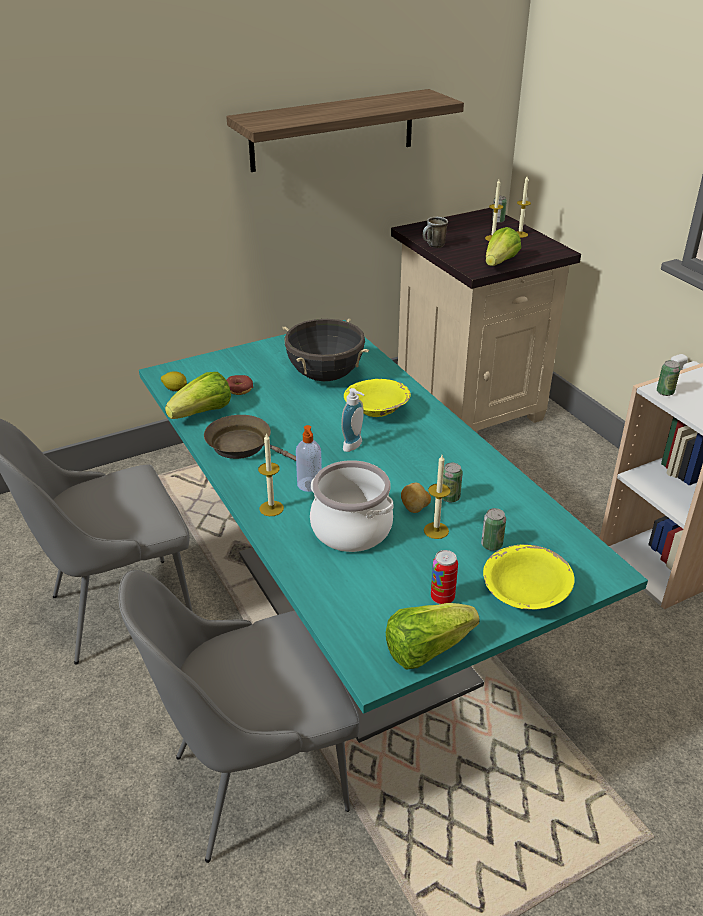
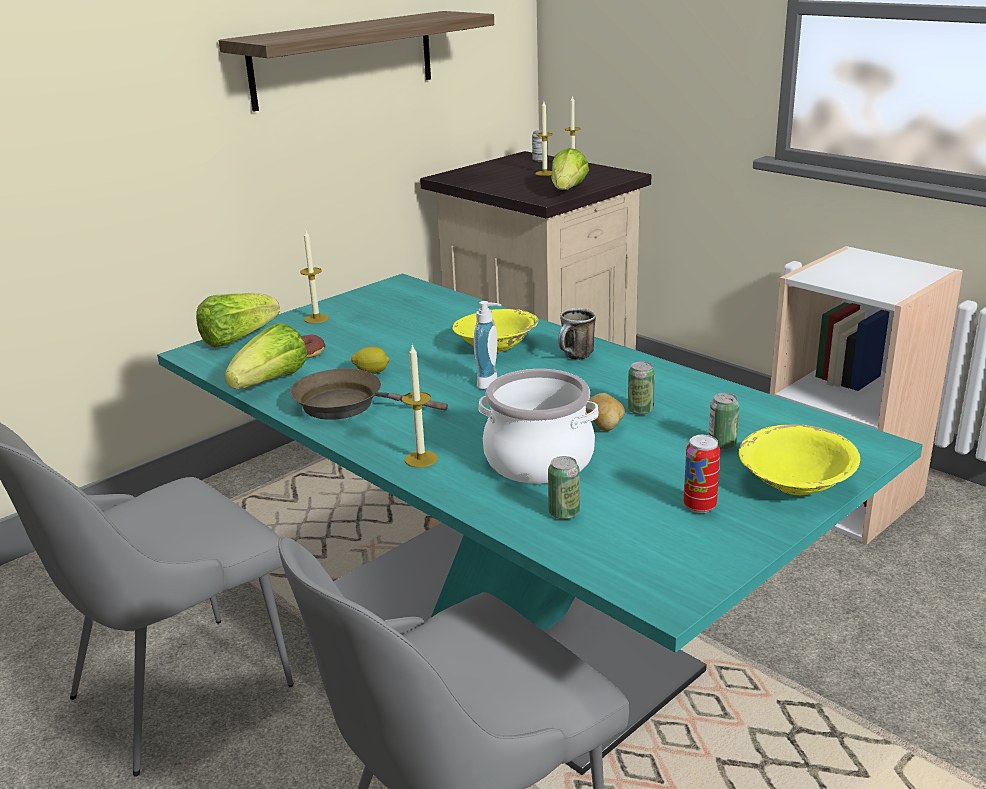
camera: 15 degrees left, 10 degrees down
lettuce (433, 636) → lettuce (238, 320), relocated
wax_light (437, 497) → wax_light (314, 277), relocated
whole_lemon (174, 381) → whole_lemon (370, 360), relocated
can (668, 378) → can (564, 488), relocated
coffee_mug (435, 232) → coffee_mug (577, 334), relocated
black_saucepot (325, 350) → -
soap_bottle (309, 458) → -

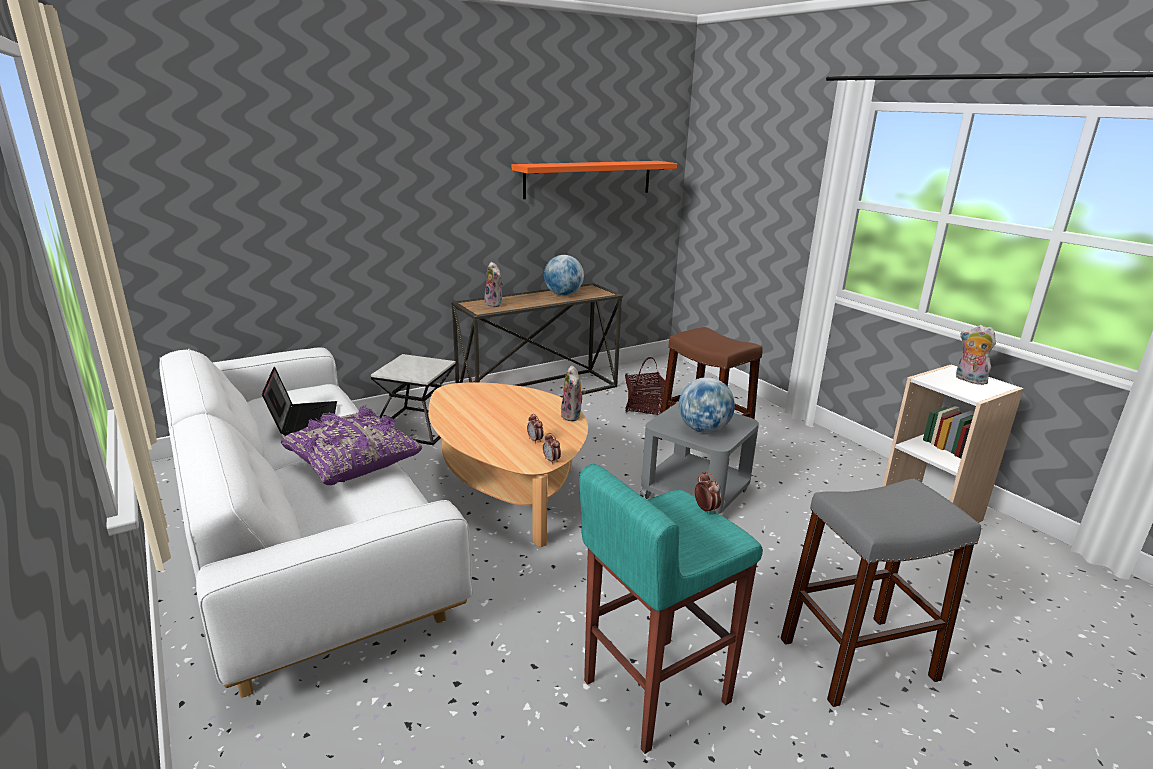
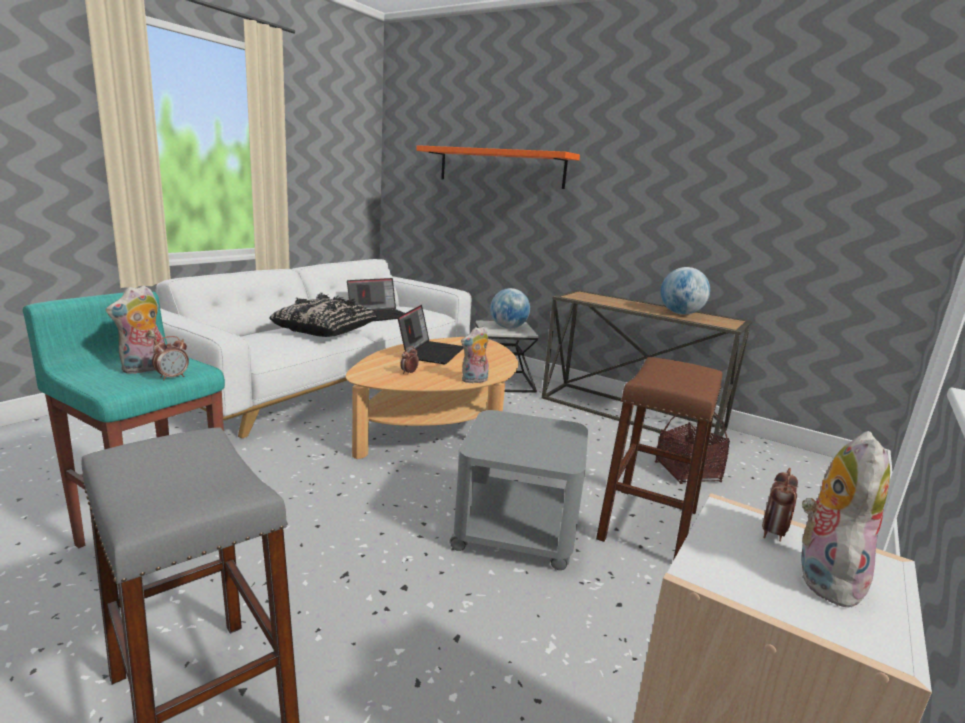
camera: 65 degrees right, 5 degrees down
cuddly_toy (494, 284) → cuddly_toy (136, 329), relocated
purplish_pillow (351, 445) → black_pillow (323, 314)
- → notebook_computer (430, 334)
orange-coloured_bracket_shelf (594, 180) → orange-coloured_bracket_shelf (498, 167), relocated
globe (707, 405) → globe (510, 308), relocated
alarm_clock (552, 448) → alarm_clock (780, 505), relocated

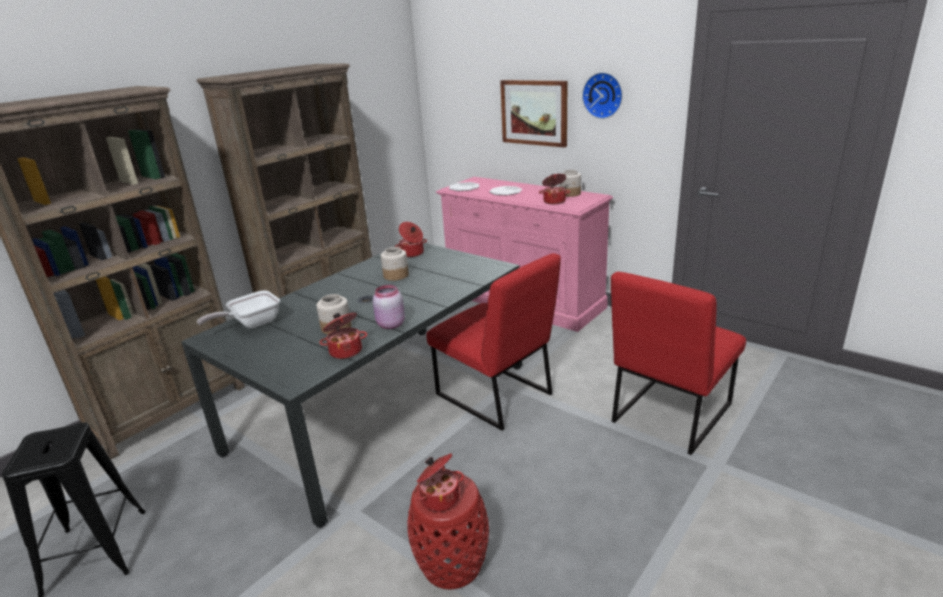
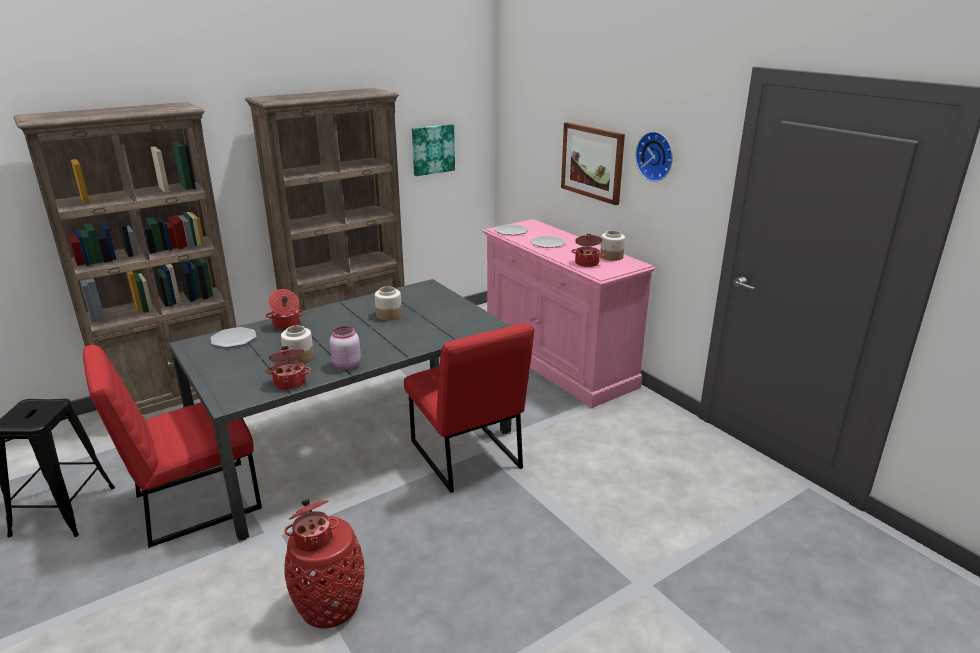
camera: 15 degrees right, 0 degrees up
red-coloured_plain_chair (678, 363) → red-coloured_plain_chair (172, 446), relocated
pan (238, 309) → dinner_plate (233, 337)
saucepot (411, 239) → saucepot (285, 309), relocated
- → wall_art (433, 150)

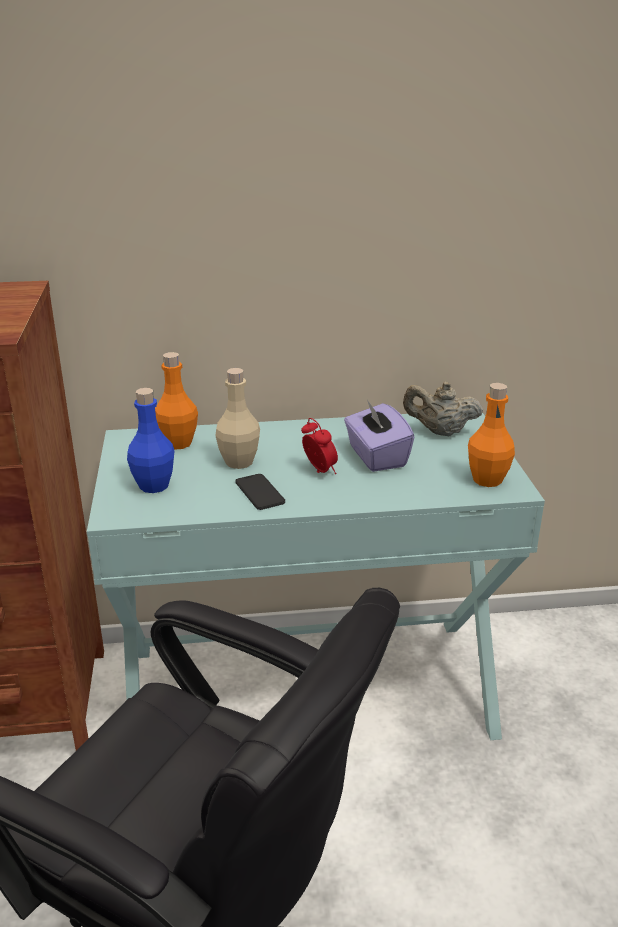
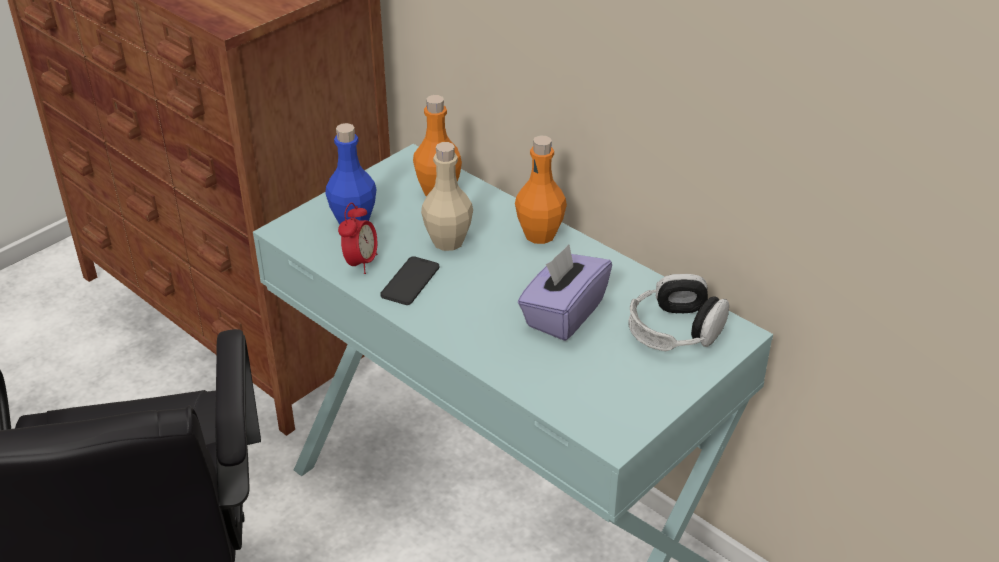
camera: 50 degrees right, 10 degrees up
alarm_clock (319, 446) → alarm_clock (357, 238), relocated
orange-coloured_drink_bottle (491, 435) → orange-coloured_drink_bottle (541, 190), relocated
beige-coloured_teapot (443, 408) → pair_of_headphones (679, 312)

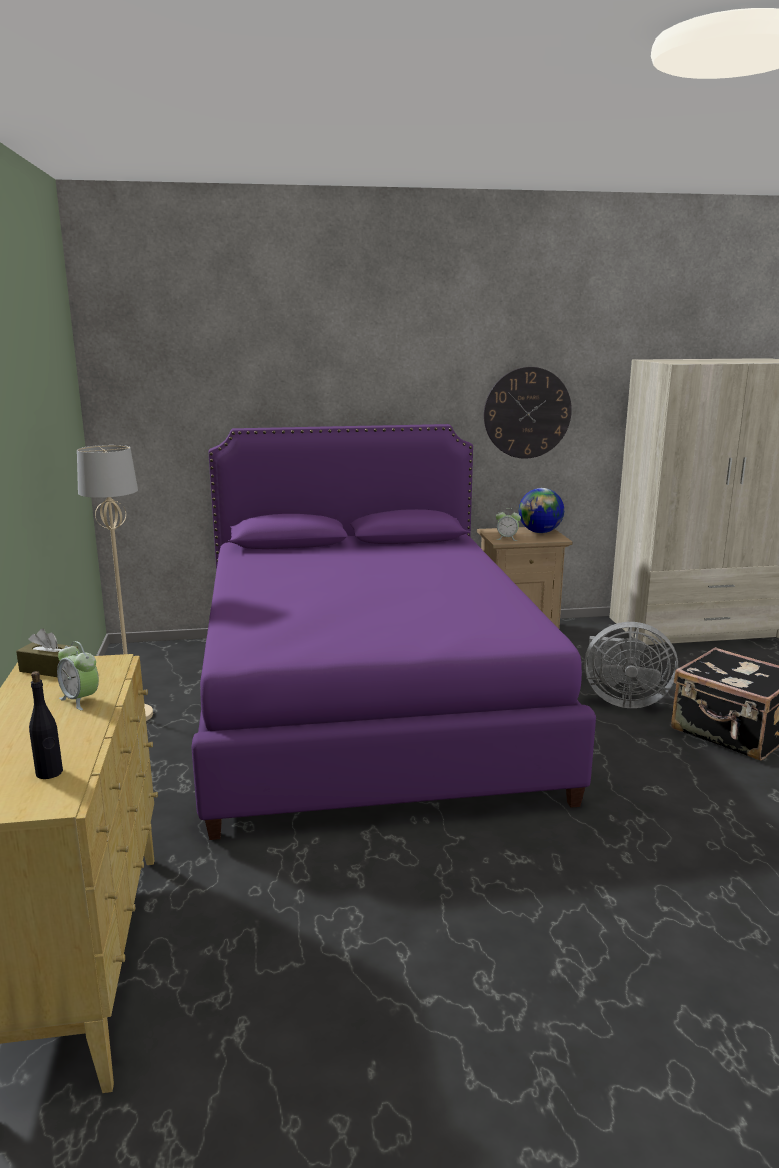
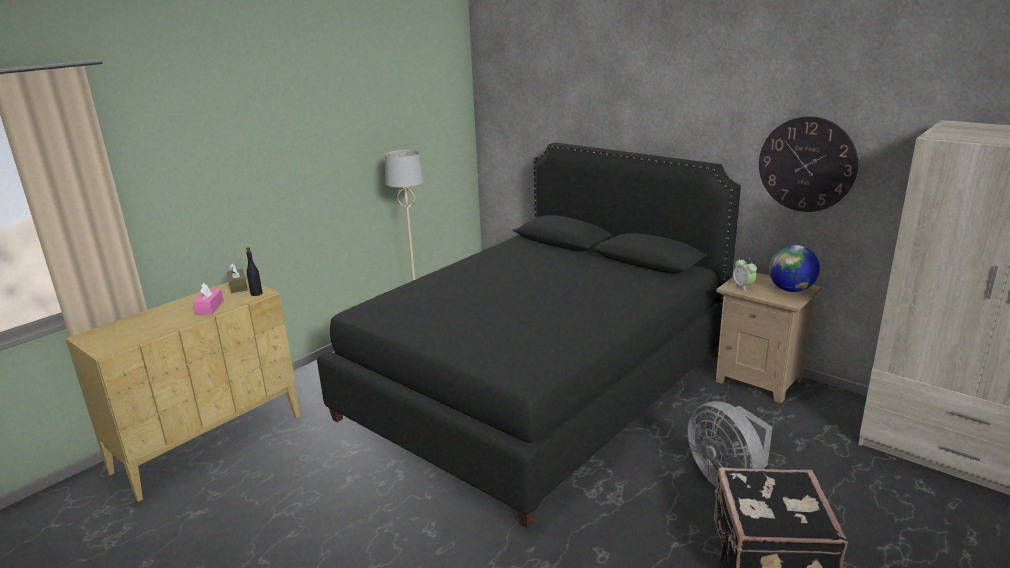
camera: 50 degrees right, 5 degrees up
alarm_clock (78, 675) → pinkish_tissue_holder (208, 299)
black_drink_bottle (46, 725) → black_drink_bottle (254, 271), relocated
purplish_bed (393, 632) → black_bed (529, 335)

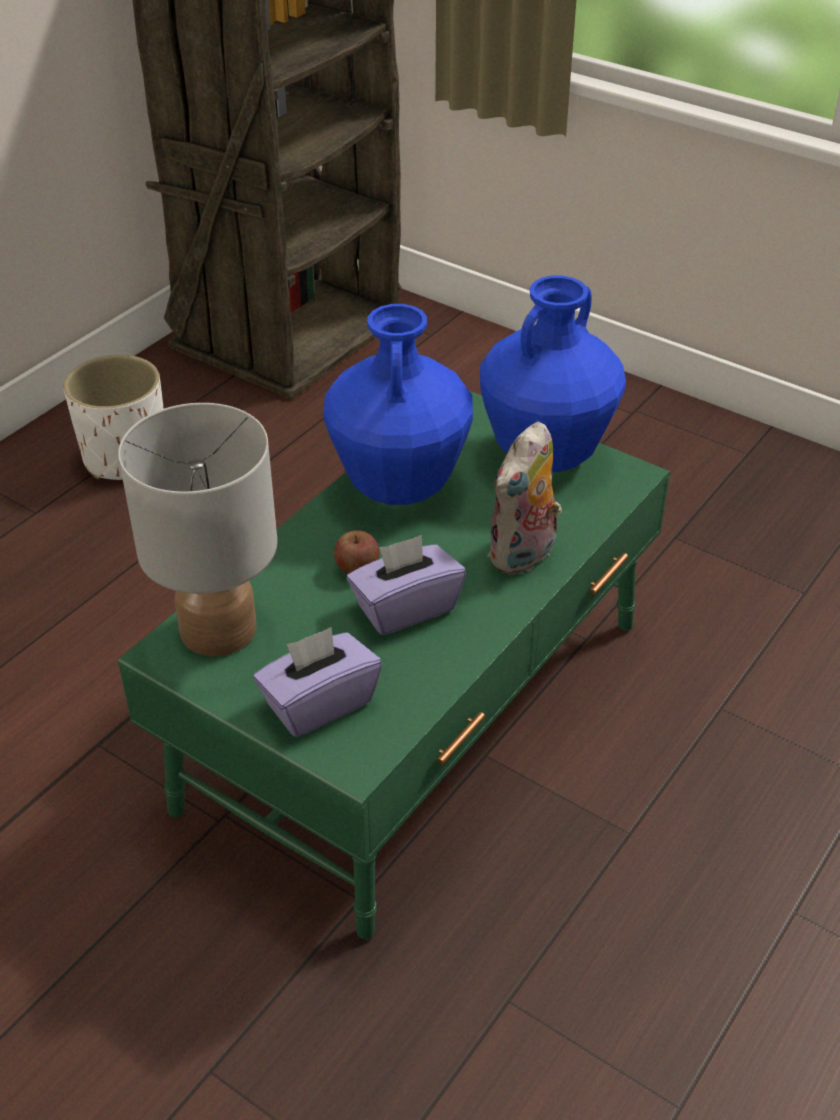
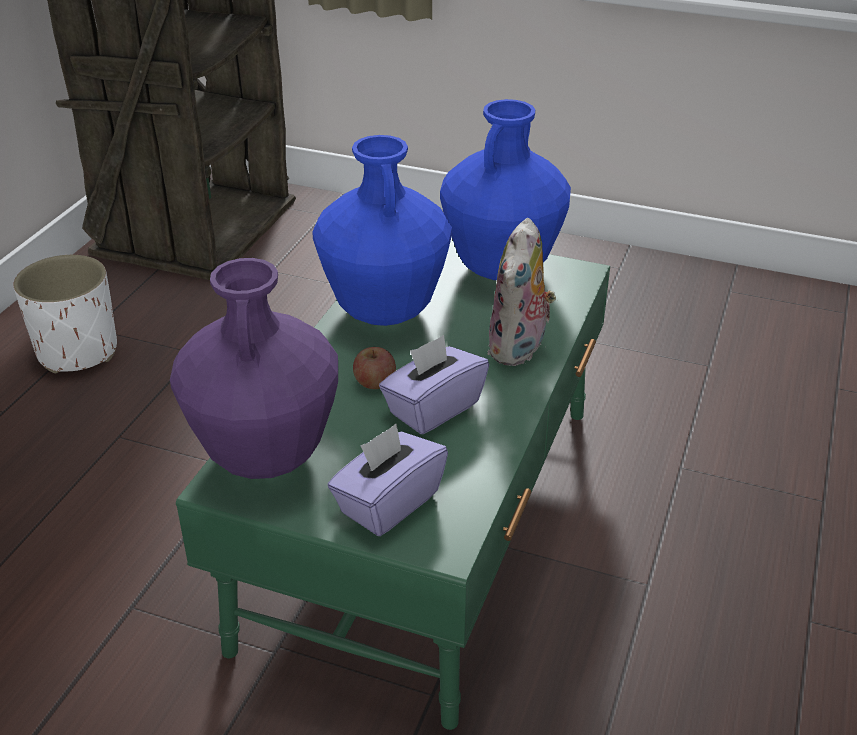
camera: 15 degrees left, 5 degrees down
greyish_lamp_for_a_table (197, 529) → purplish_flower_vase (254, 368)

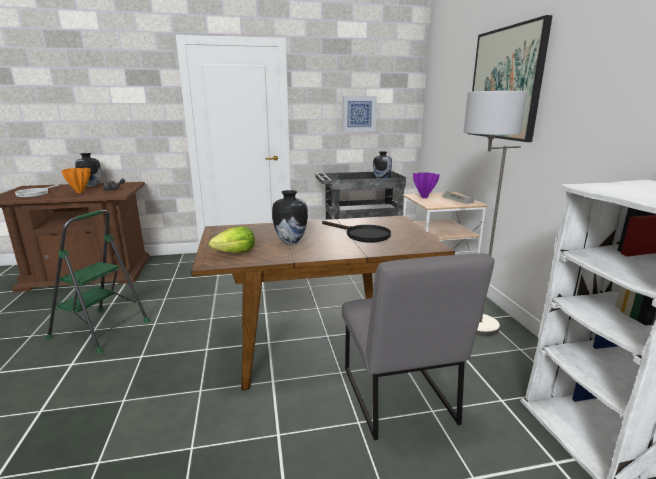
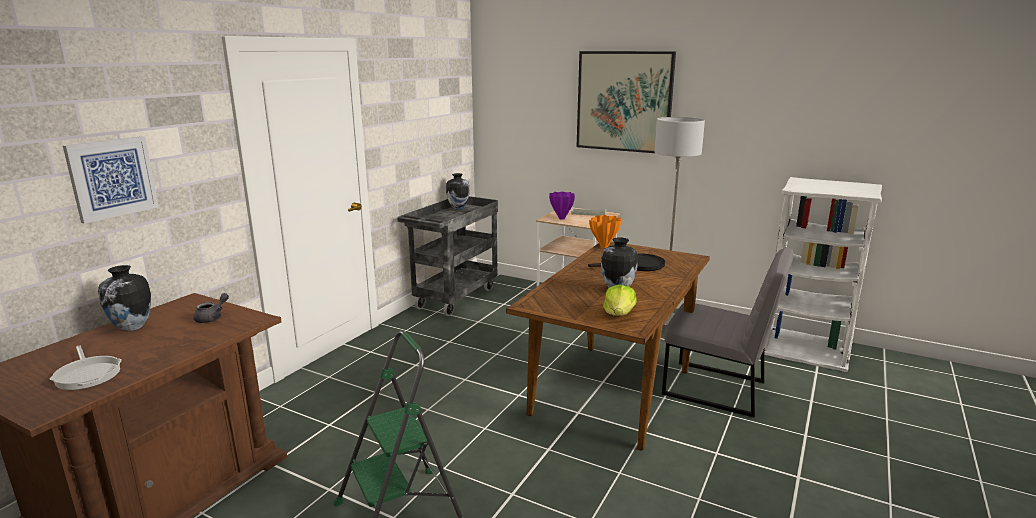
camera: 50 degrees left, 0 degrees up
wall_art (359, 114) → wall_art (111, 180), relocated
orange-coloured_flower_vase (76, 180) → orange-coloured_flower_vase (605, 231), relocated

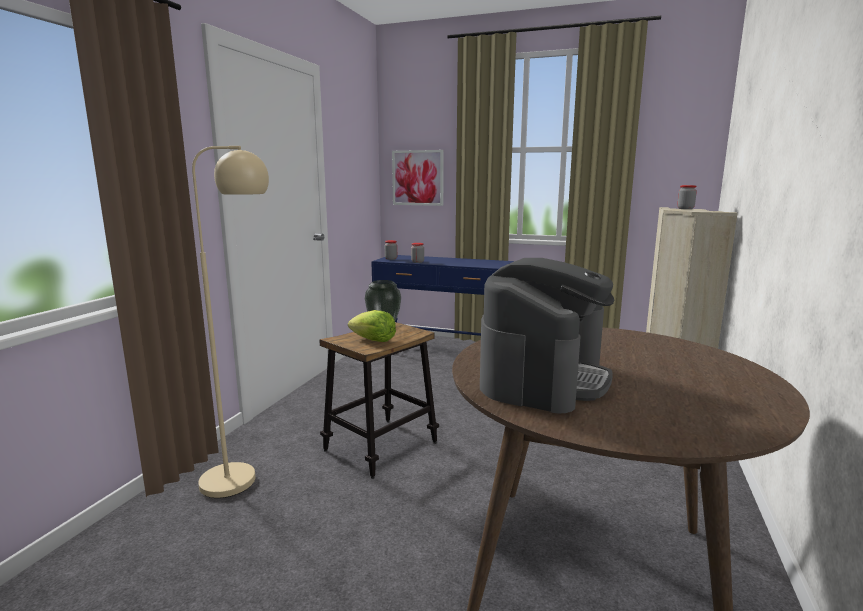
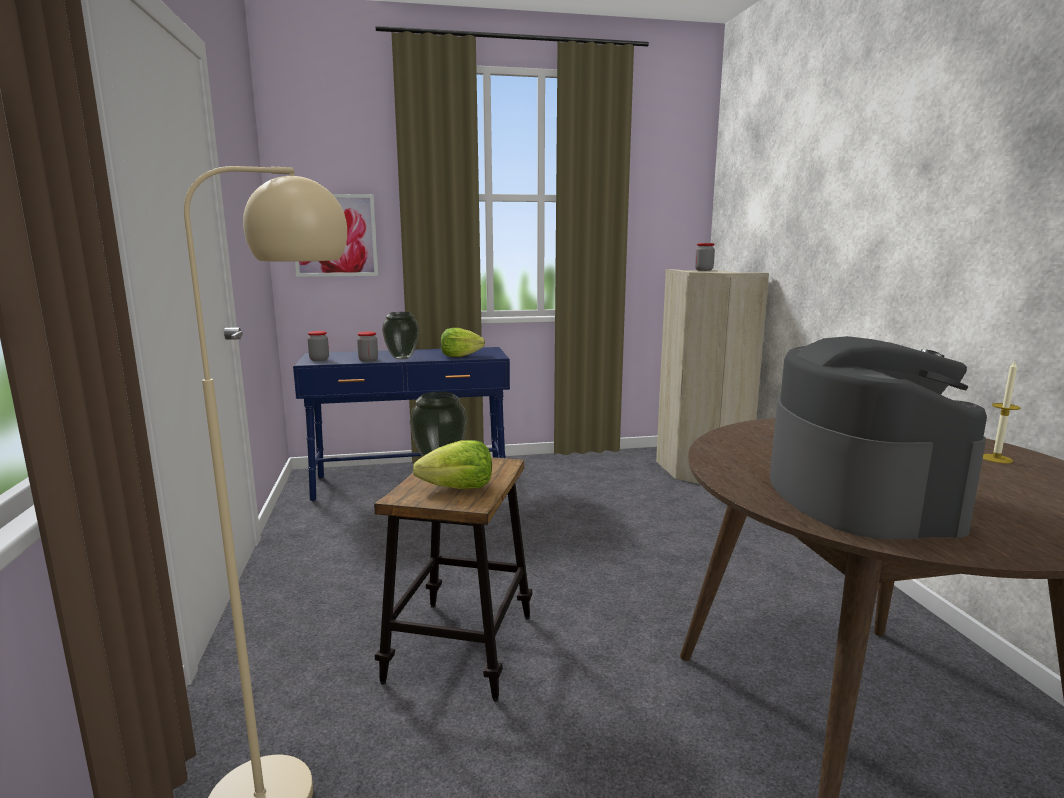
camera: 30 degrees left, 0 degrees up
- → flower_vase (400, 335)
- → lettuce (463, 342)
- → wax_light (1002, 412)

